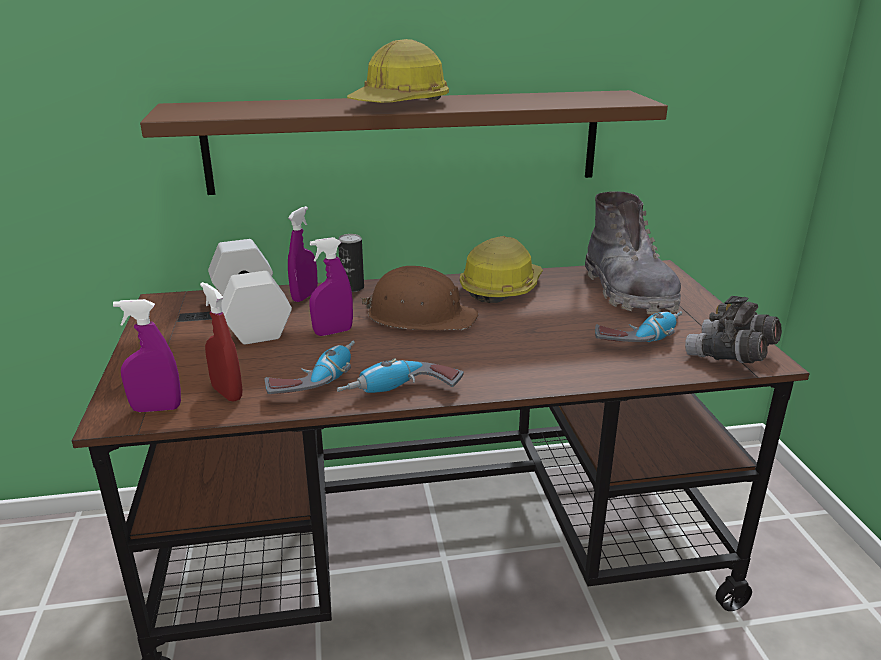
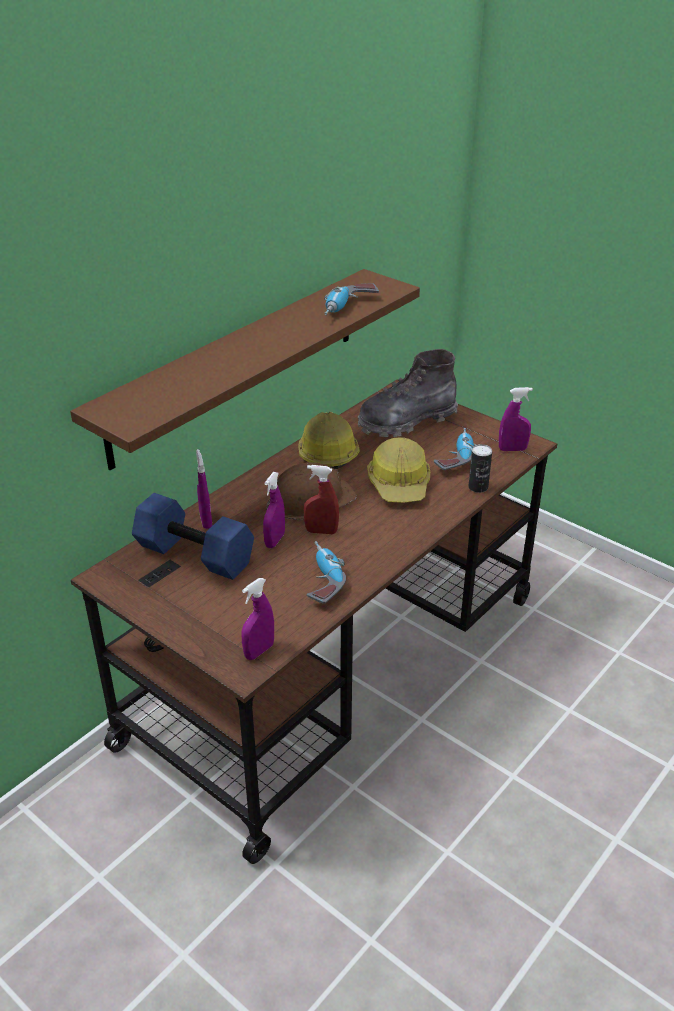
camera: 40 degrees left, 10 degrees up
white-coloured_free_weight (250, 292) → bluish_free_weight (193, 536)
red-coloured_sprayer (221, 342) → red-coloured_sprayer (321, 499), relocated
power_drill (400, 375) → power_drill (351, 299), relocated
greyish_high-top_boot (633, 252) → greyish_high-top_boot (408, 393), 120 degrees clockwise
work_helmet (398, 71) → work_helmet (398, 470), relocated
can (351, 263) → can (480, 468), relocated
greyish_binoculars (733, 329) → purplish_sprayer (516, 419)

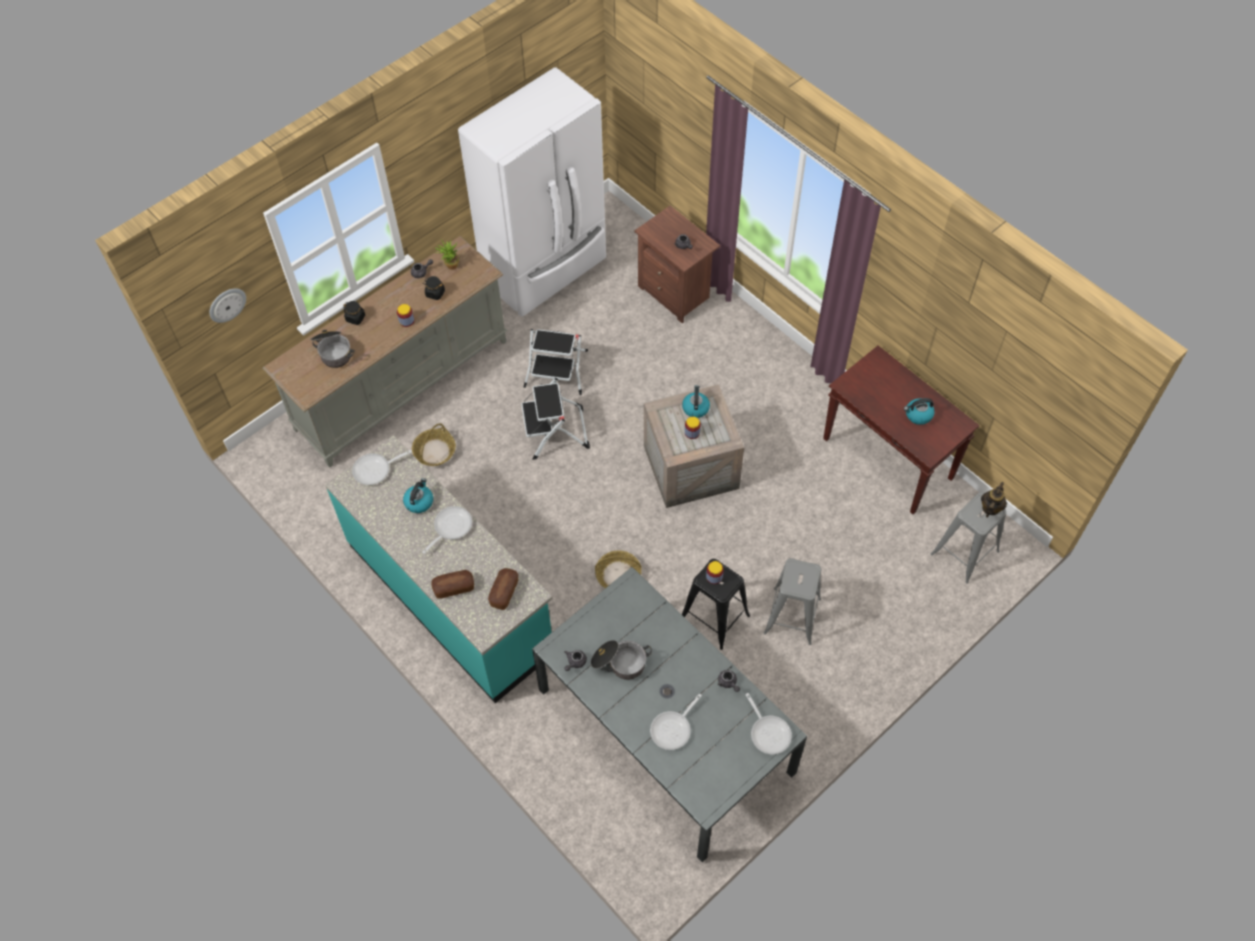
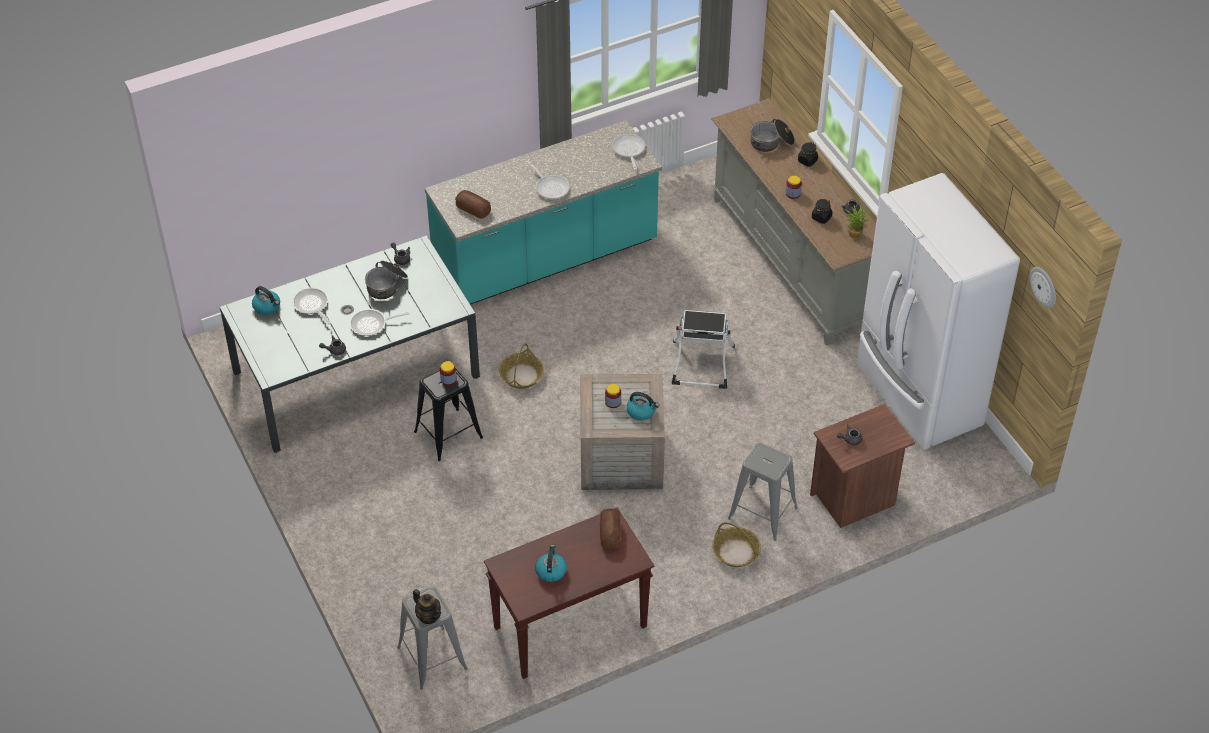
camera: 105 degrees right, 10 degrees down
water_kettle (418, 495) → water_kettle (266, 300), relocated
pan (768, 723) → pan (379, 322), relocated
baked_bread (452, 584) → baked_bread (610, 528), relocated
household_basket (434, 444) → household_basket (736, 544), relocated
greyish_stool_seat (792, 601) → greyish_stool_seat (763, 492), relocated
hanging_clock (227, 306) → hanging_clock (1042, 287), relocated
stepladder (556, 362) → -

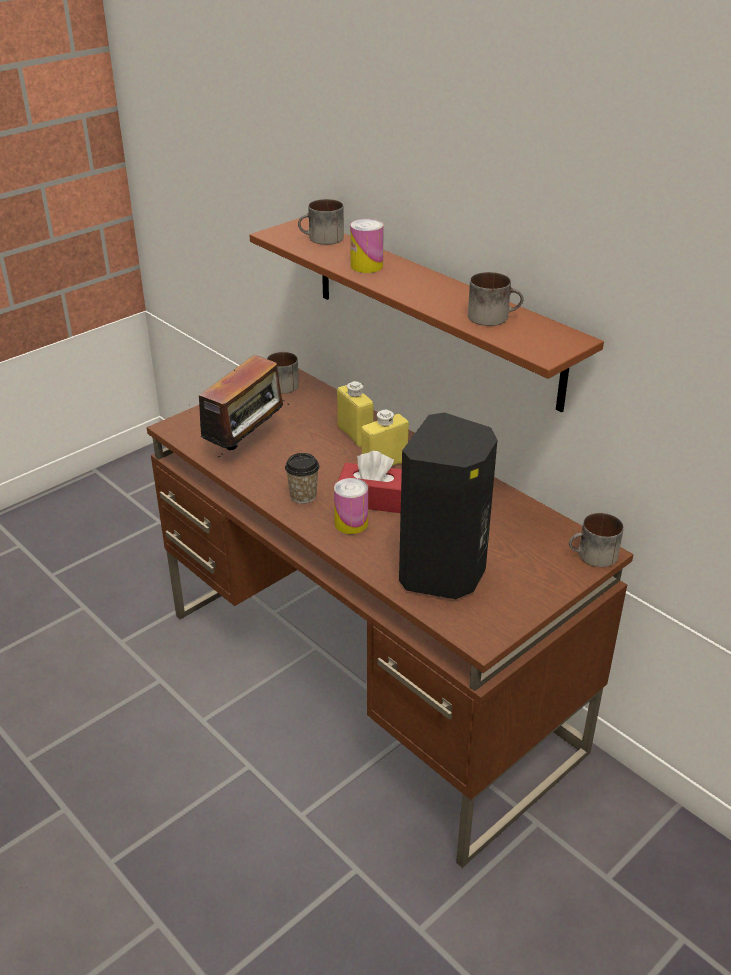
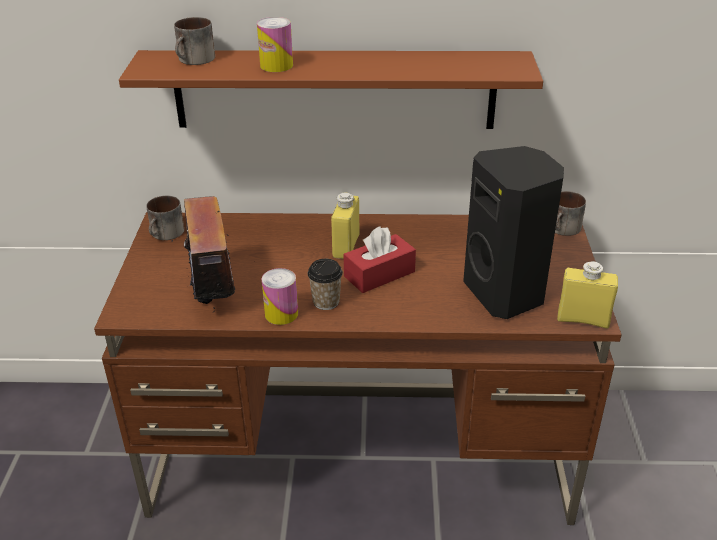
camera: 45 degrees left, 0 degrees up
can (351, 506) → can (280, 296), relocated
yellow-coloured_drink_bottle (355, 414) → yellow-coloured_drink_bottle (587, 295), relocated
coffee_mug (496, 299) → -

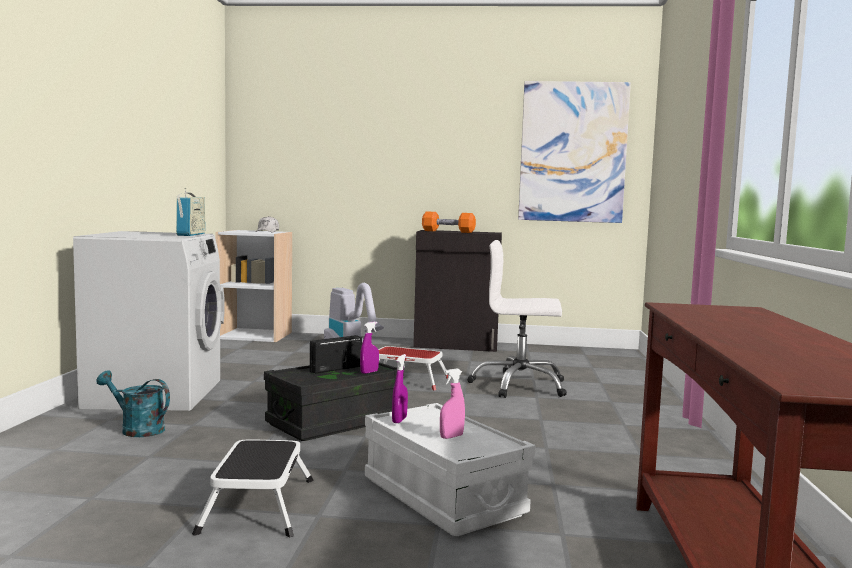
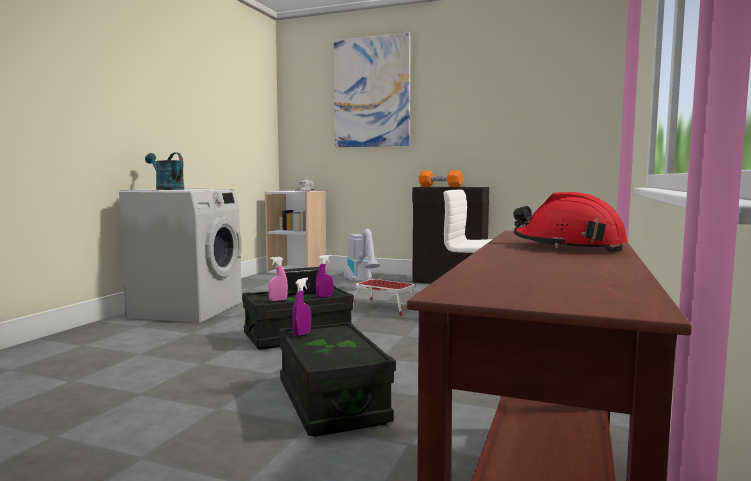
camera: 15 degrees right, 0 degrees up
blue-green_watering_can (133, 404) → blue-green_watering_can (164, 171), relocated
pinkish_sprayer (452, 404) → pinkish_sprayer (278, 279), relocated
white-coloured_storage_container (450, 469) → black_storage_container (337, 379)
wall_art (574, 152) → wall_art (372, 90), relocated
- → red-coloured_work_helmet (571, 222)
radio (191, 212) → -
black_stepladder (253, 488) → -

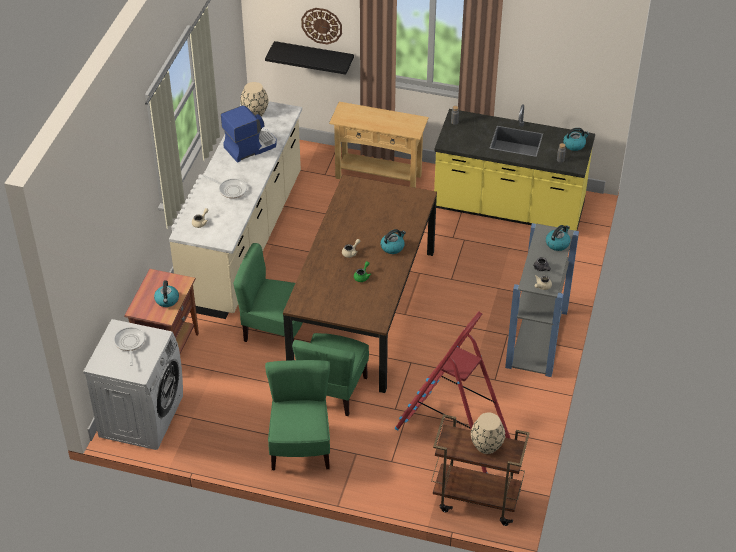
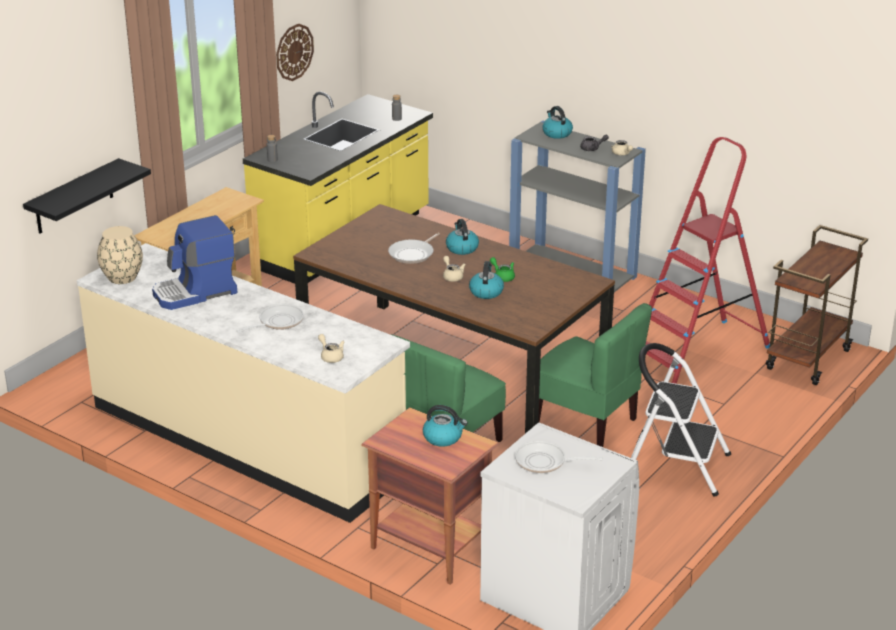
camera: 70 degrees left, 15 degrees down
coffee_machine (249, 134) → coffee_machine (194, 262), 105 degrees counterclockwise
hanging_clock (321, 26) → hanging_clock (295, 52), relocated
- → pan (414, 248)
water_kettle (576, 139) → water_kettle (486, 280), relocated
green_plain_chair (297, 415) → stepladder (681, 419)
beige-coloured_flower_vase (488, 433) → -

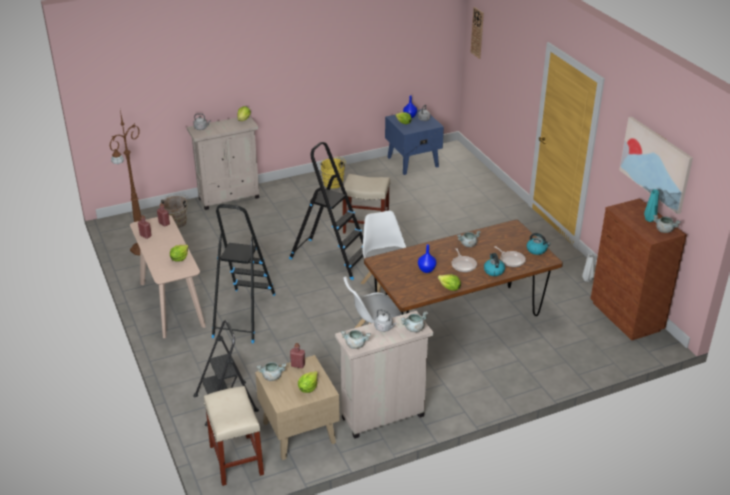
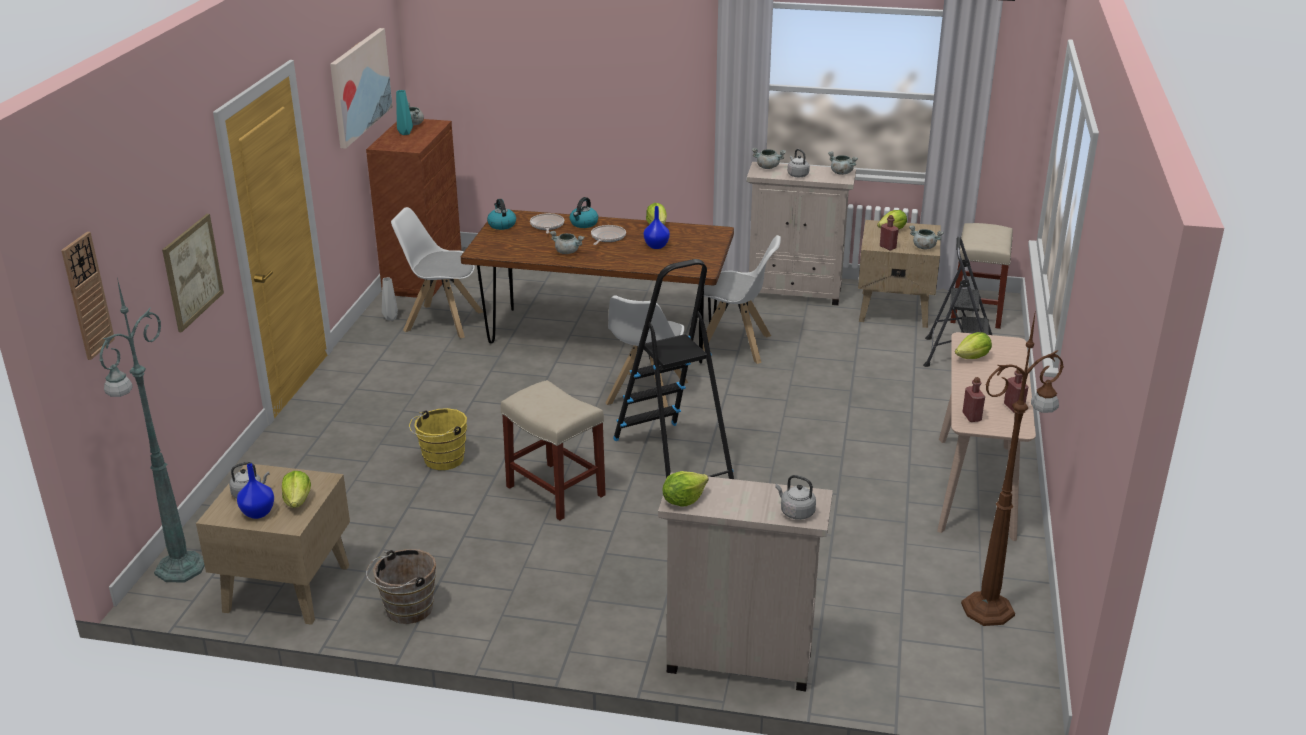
camera: 145 degrees left, 5 degrees down
- → green_standard_lamp (152, 430)
- → wall_art (193, 273)
bluish_nightstand (414, 142) → beige-coloured_nightstand (273, 544)
brownish_water_bucket (174, 211) → brownish_water_bucket (401, 586), relocated
- → plain_chair (437, 272)
yellow-coloured_water_bucket (334, 172) → yellow-coloured_water_bucket (438, 439), relocated
black_stepladder (244, 273) → -

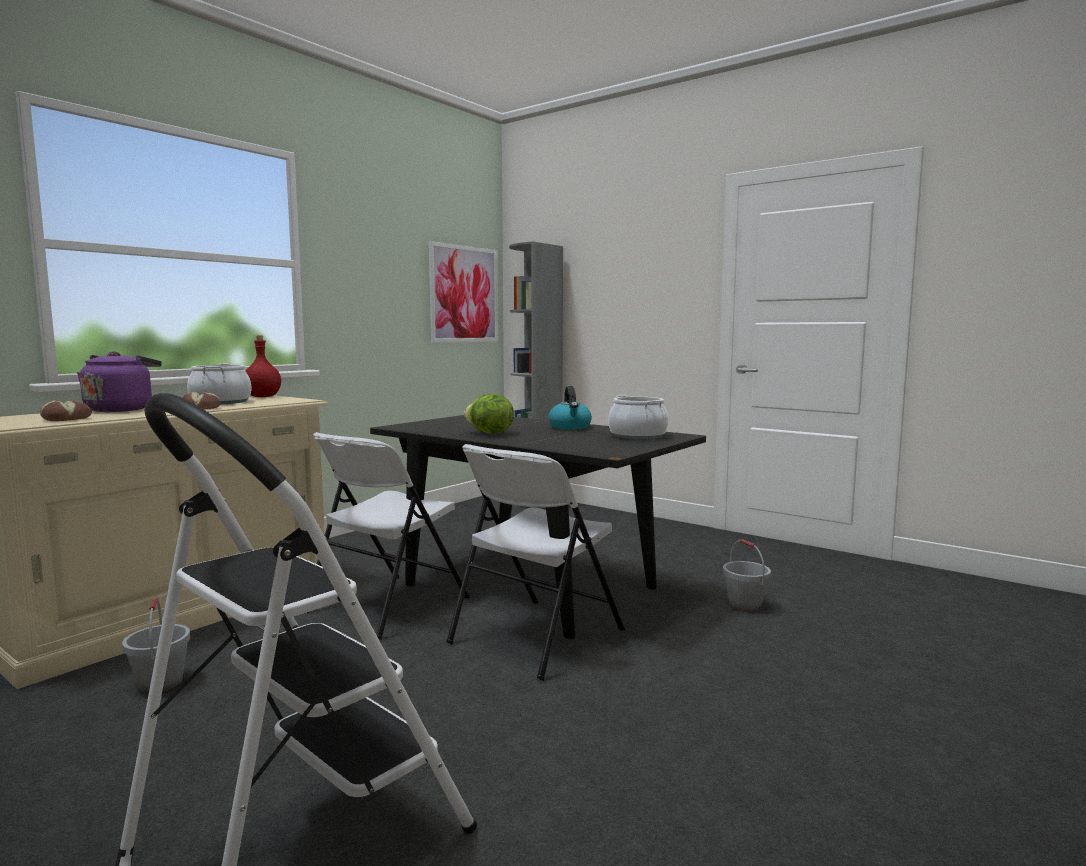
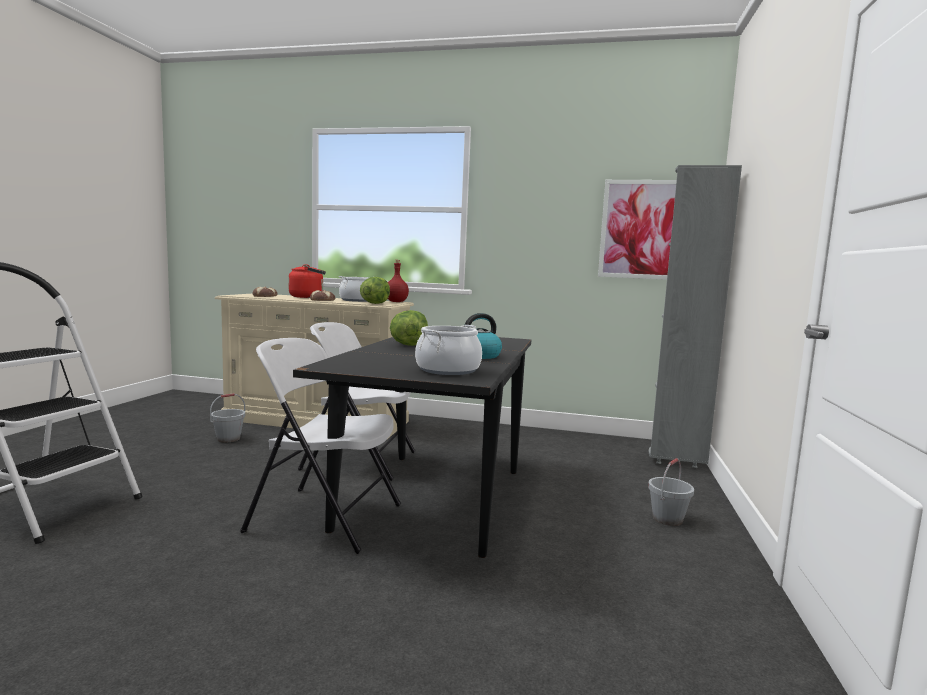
camera: 65 degrees right, 0 degrees up
purplish_water_kettle (119, 381) → red-coloured_water_kettle (307, 281)
- → lettuce (375, 290)
greyish_water_bucket (747, 575) → greyish_water_bucket (671, 492), relocated

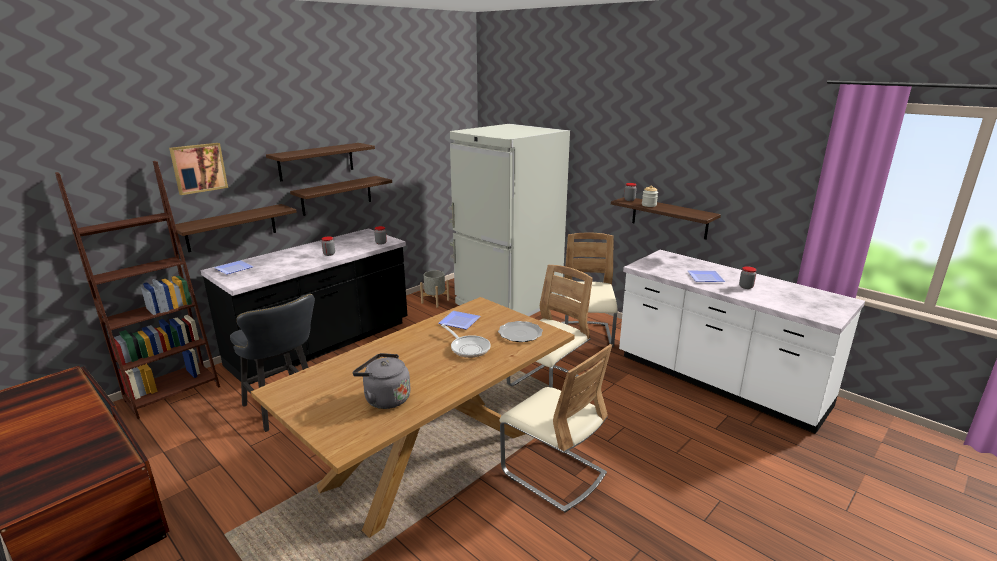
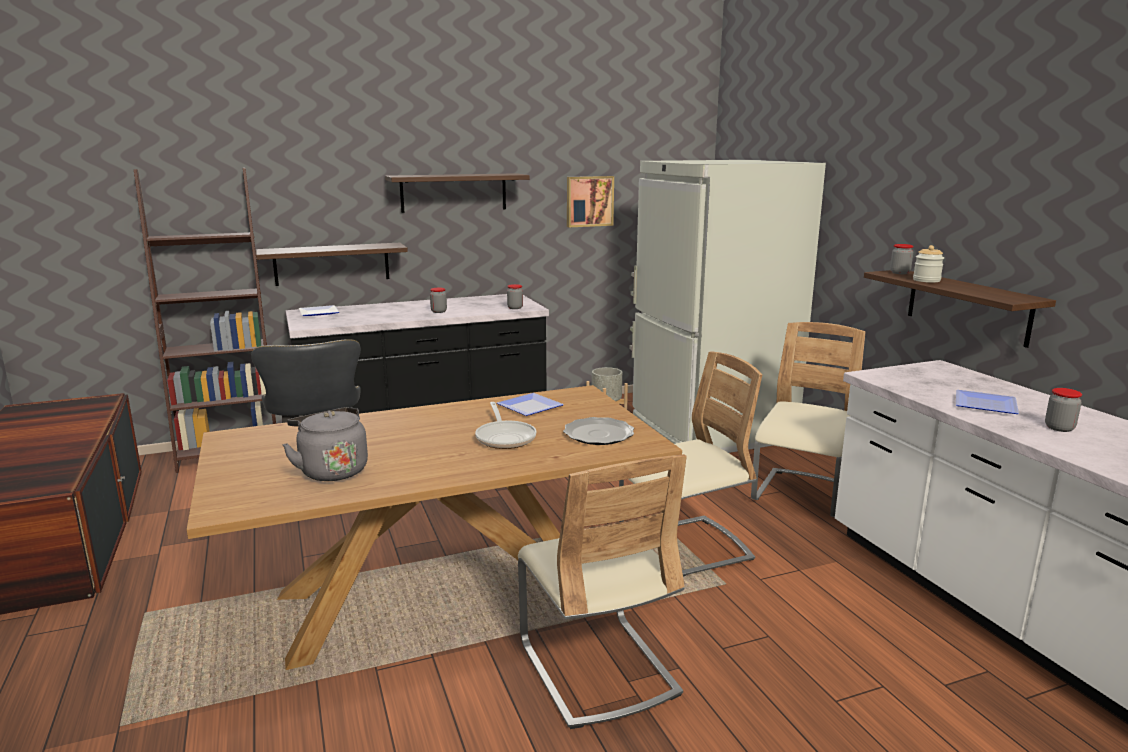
camera: 25 degrees right, 5 degrees down
wall_art (198, 169) → wall_art (590, 201), relocated
bracket_shelf (341, 196) → -

